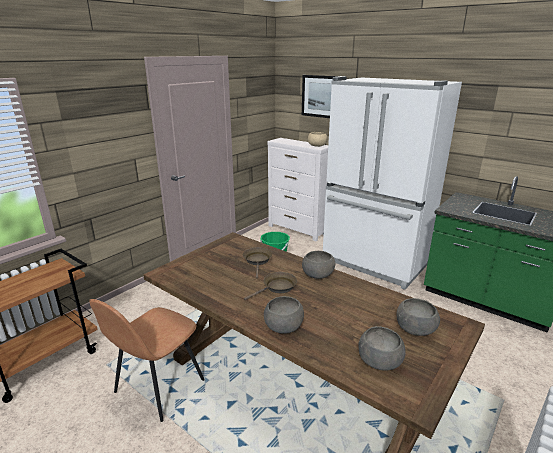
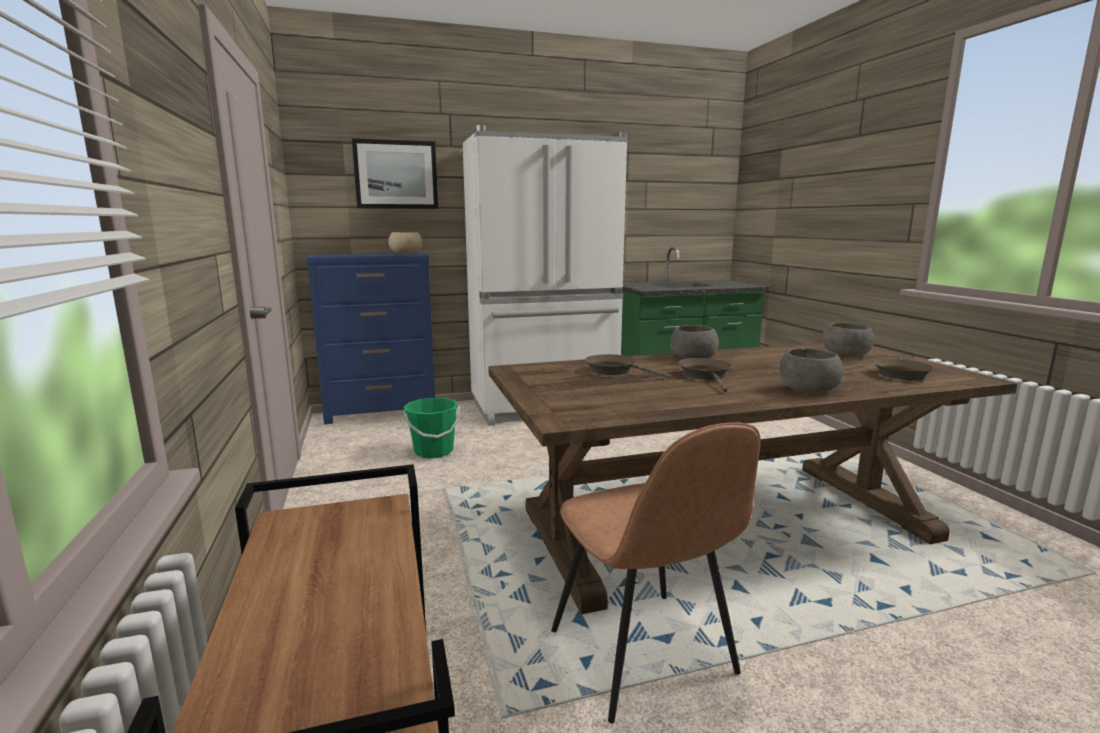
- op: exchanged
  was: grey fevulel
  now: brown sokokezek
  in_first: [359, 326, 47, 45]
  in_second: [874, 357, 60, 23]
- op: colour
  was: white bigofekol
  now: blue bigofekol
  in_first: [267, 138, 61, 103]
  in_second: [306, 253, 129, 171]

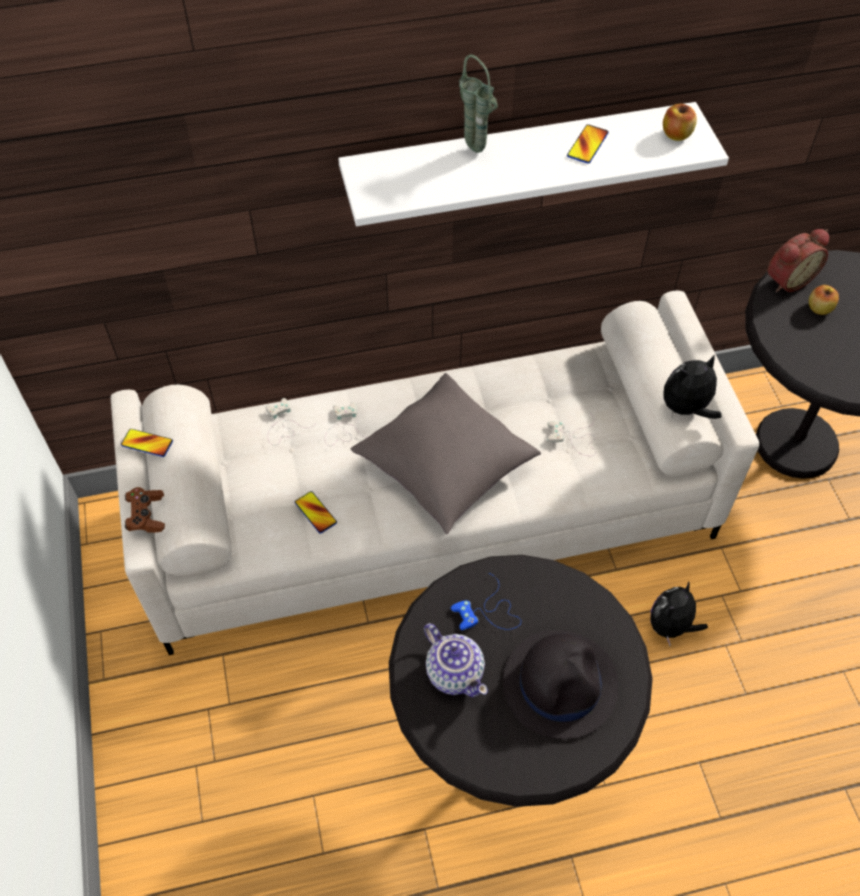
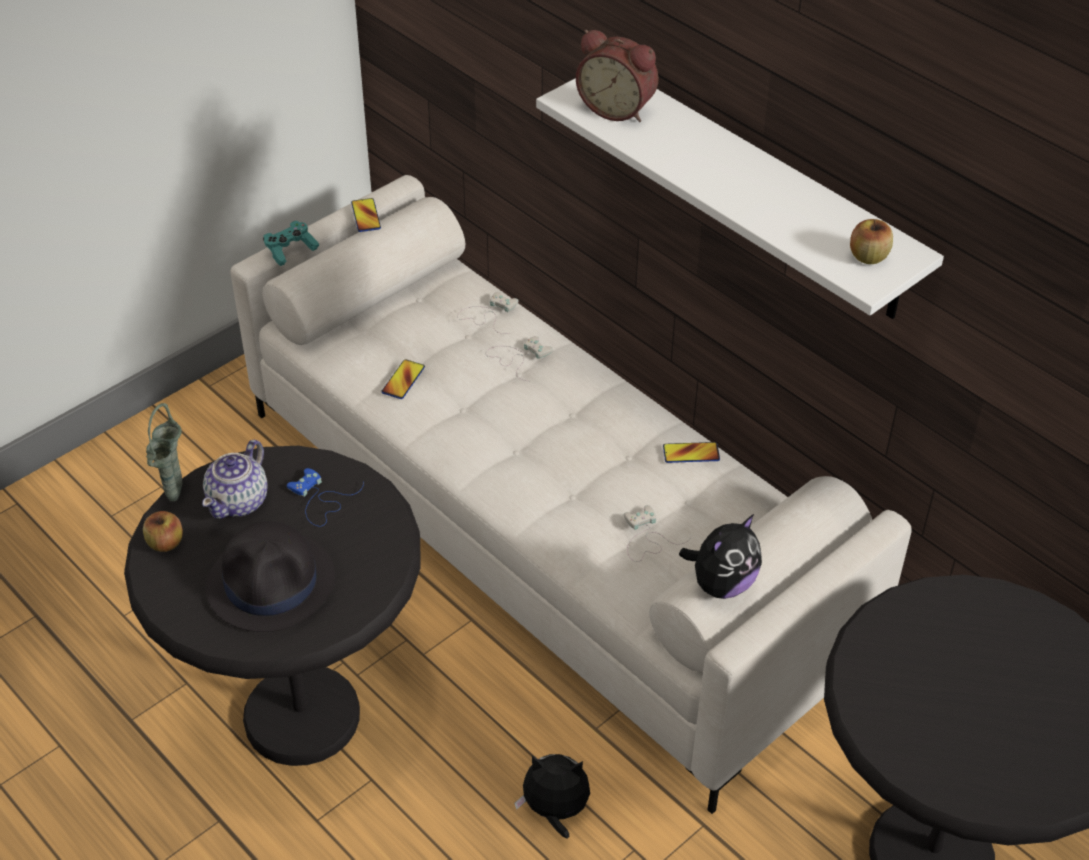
- op: missing
  was: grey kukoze
  in_first: [350, 373, 191, 161]
- op: relocated
  was: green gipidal
  in_first: [458, 54, 40, 99]
  in_second: [146, 403, 36, 98]
- op: relocated
  was: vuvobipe
  in_first: [567, 124, 42, 39]
  in_second: [663, 442, 57, 21]
- op: relocated
  was: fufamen
  in_first: [767, 229, 62, 63]
  in_second: [576, 30, 83, 92]
- op: relocated
  was: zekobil
  in_first: [809, 285, 30, 30]
  in_second: [143, 511, 40, 41]
- op: colour
  was: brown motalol
  now: turquoise motalol
  in_first: [125, 487, 40, 46]
  in_second: [263, 221, 56, 45]
- op: spun
  was: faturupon
  in_first: [664, 354, 58, 65]
  in_second: [679, 514, 83, 85]
  clockwise: 105

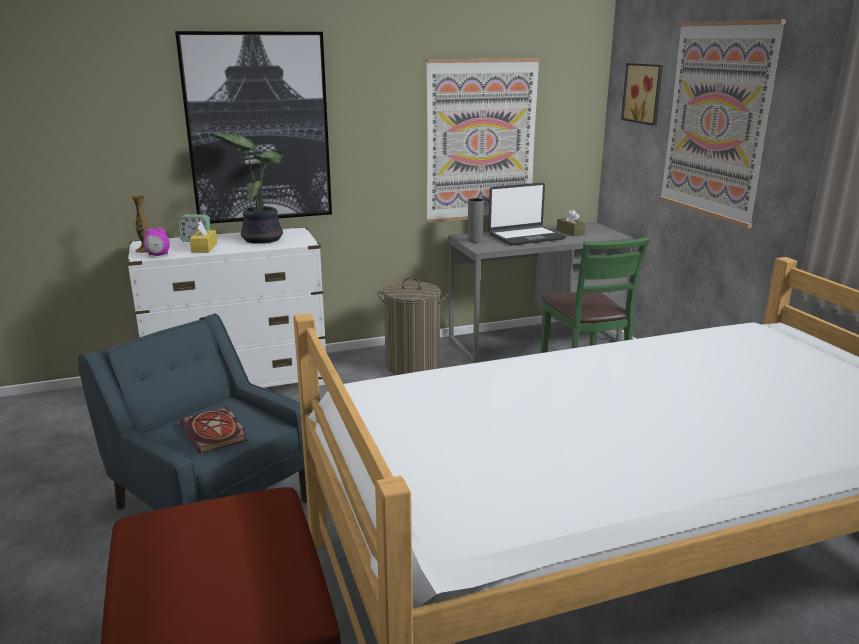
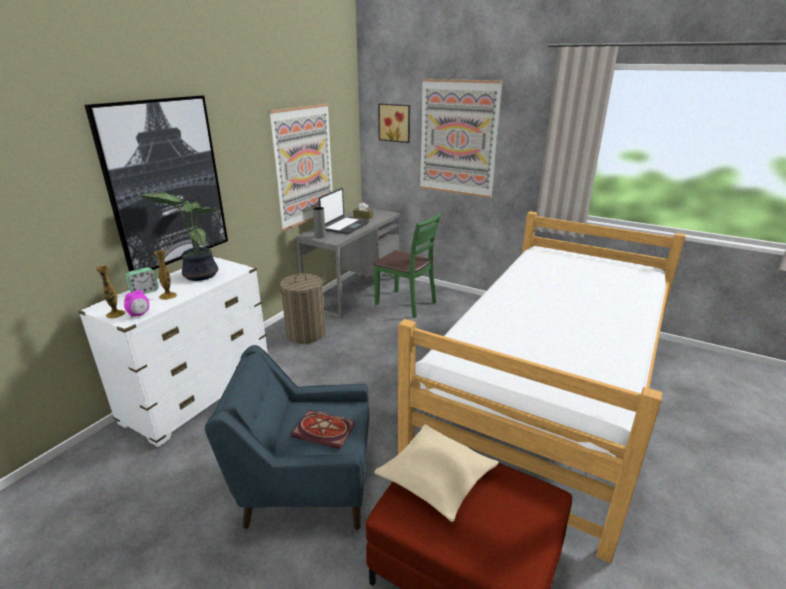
- op: appeared
  now: beige kukoze
  in_second: [374, 424, 125, 98]
- op: exchanged
  was: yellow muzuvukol
  now: gipidal
  in_first: [190, 221, 27, 32]
  in_second: [154, 250, 23, 50]

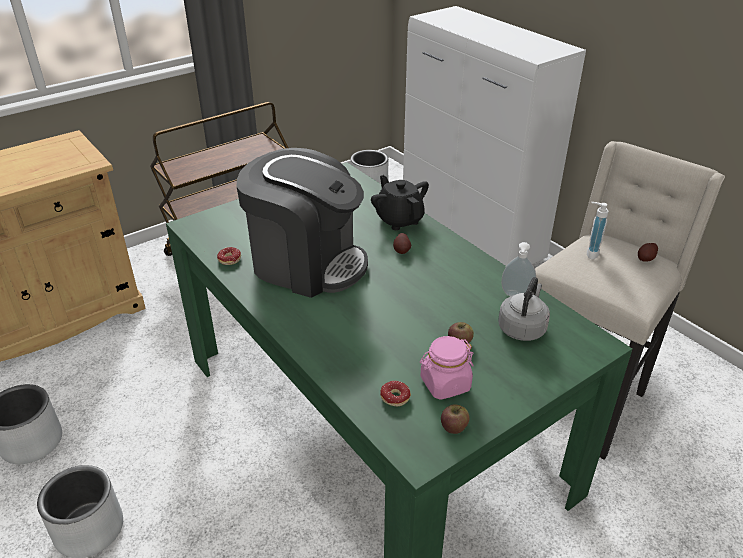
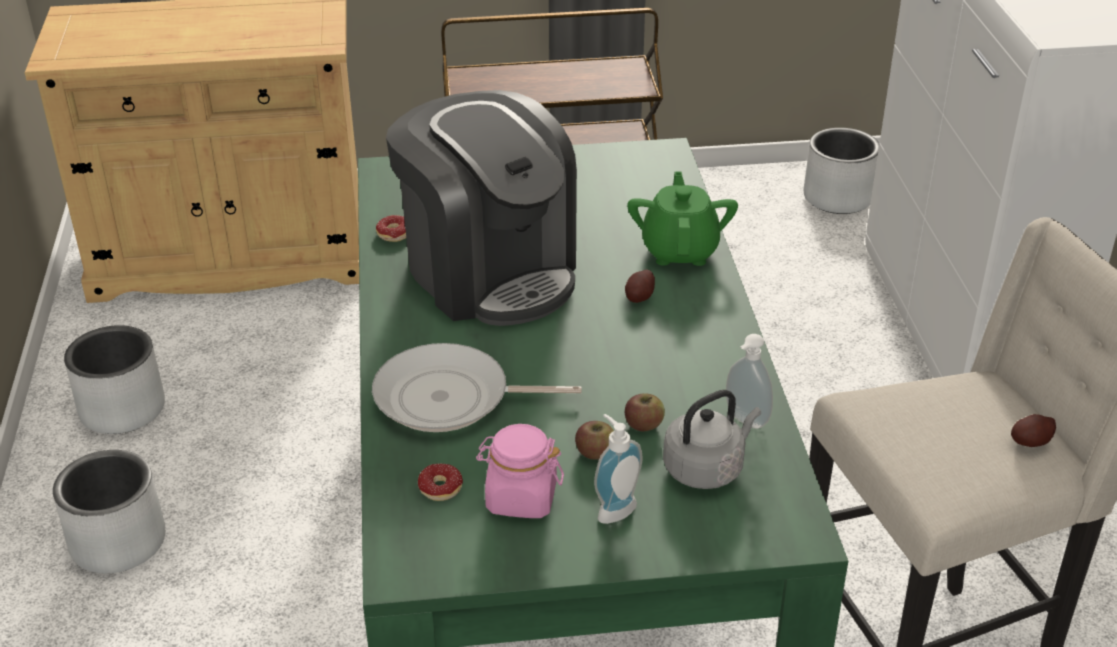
- op: appeared
  now: sokokezek
  in_second: [372, 343, 210, 89]
- op: relocated
  was: zekobil
  in_first: [441, 404, 29, 30]
  in_second: [625, 393, 40, 38]
- op: relocated
  was: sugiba
  in_first: [587, 202, 21, 57]
  in_second: [594, 414, 49, 110]
- op: colour
  was: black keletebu
  now: green keletebu
  in_first: [371, 175, 58, 55]
  in_second: [627, 172, 111, 94]

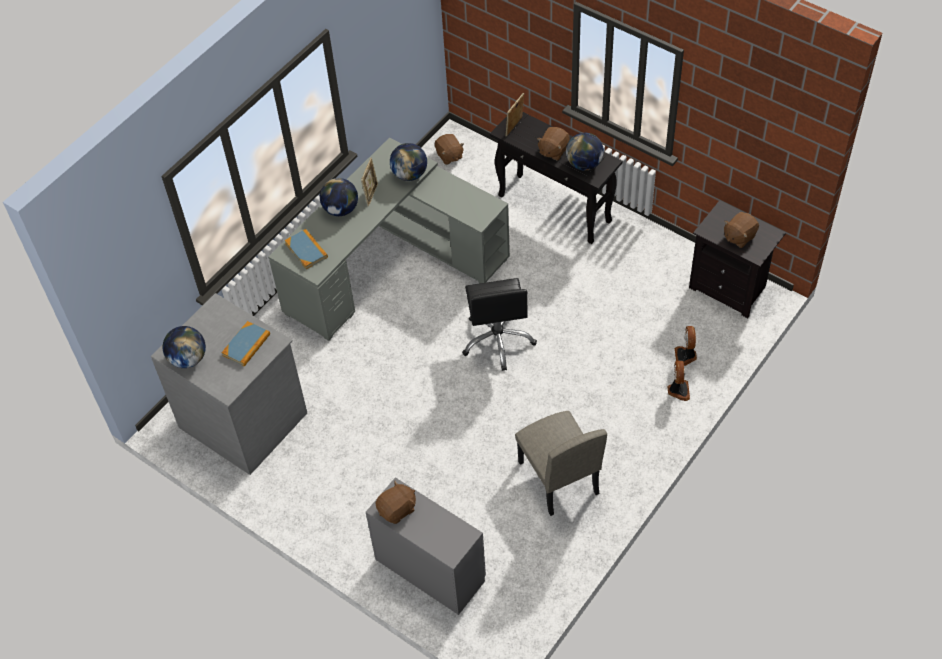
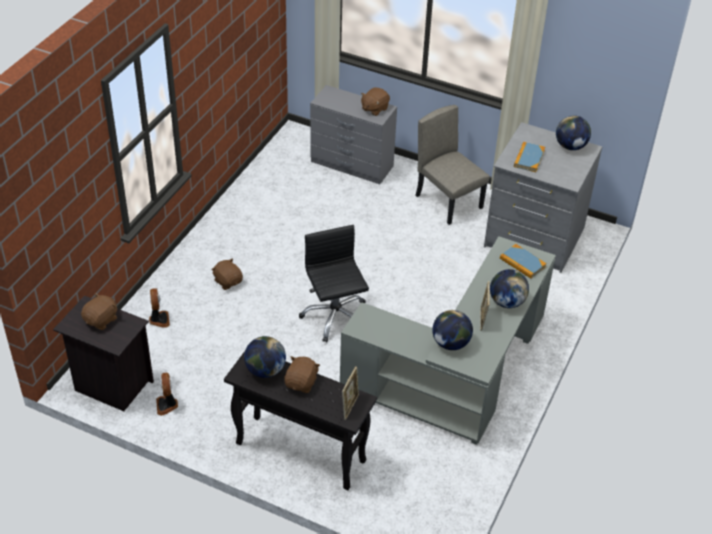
- op: relocated
  was: brown faturupon
  in_first: [435, 134, 29, 31]
  in_second: [211, 258, 32, 32]
- op: relocated
  was: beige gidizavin
  in_first: [515, 411, 92, 105]
  in_second: [415, 105, 75, 120]
- op: relocated
  was: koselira
  in_first: [667, 361, 23, 40]
  in_second: [156, 373, 22, 43]

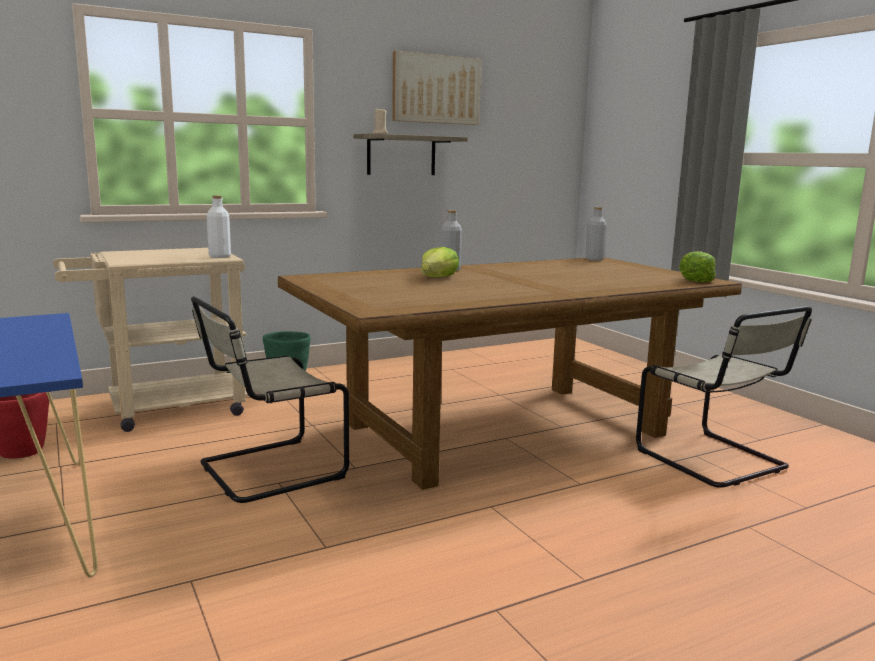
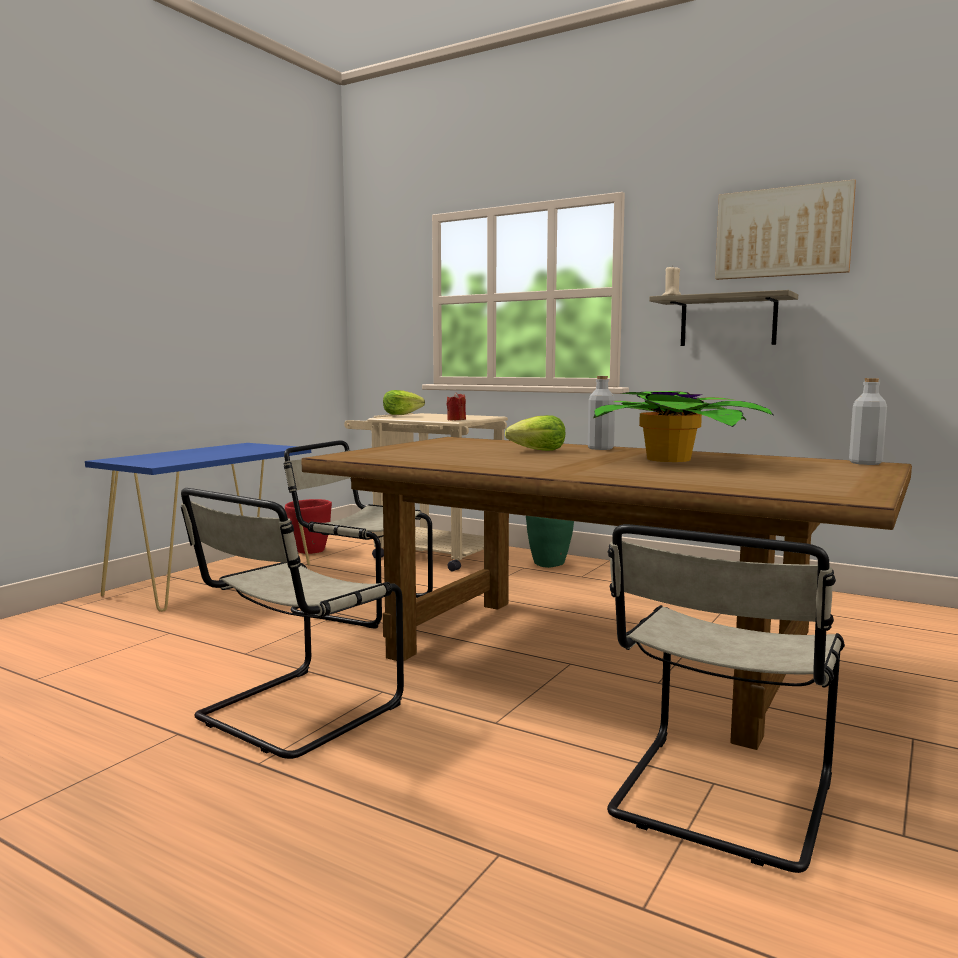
- op: appeared
  now: beige gidizavin
  in_second: [181, 488, 223, 271]
- op: appeared
  now: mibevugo
  in_second: [593, 391, 180, 71]
- op: relocated
  was: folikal
  in_first: [679, 251, 37, 31]
  in_second: [383, 390, 42, 25]
- op: exchanged
  was: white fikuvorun
  now: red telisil
  in_first: [207, 195, 24, 63]
  in_second: [446, 392, 20, 28]

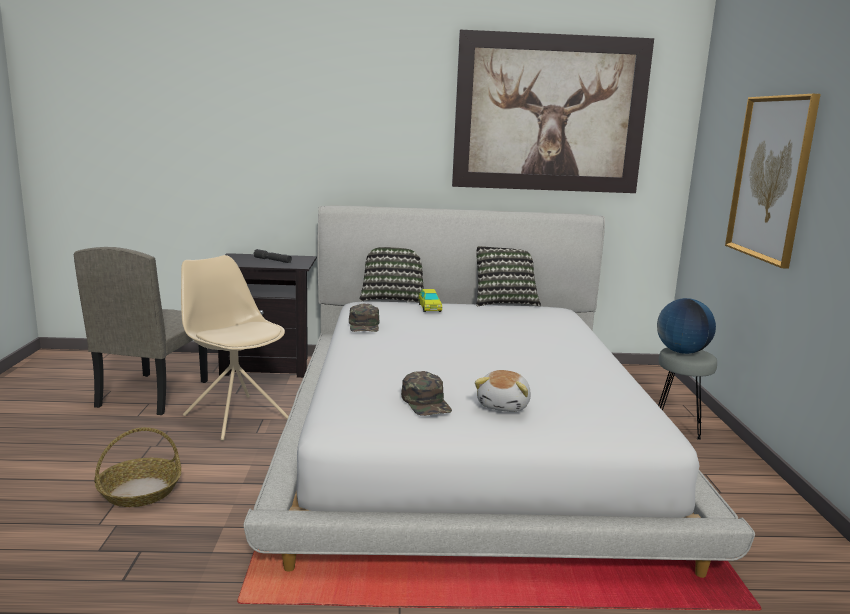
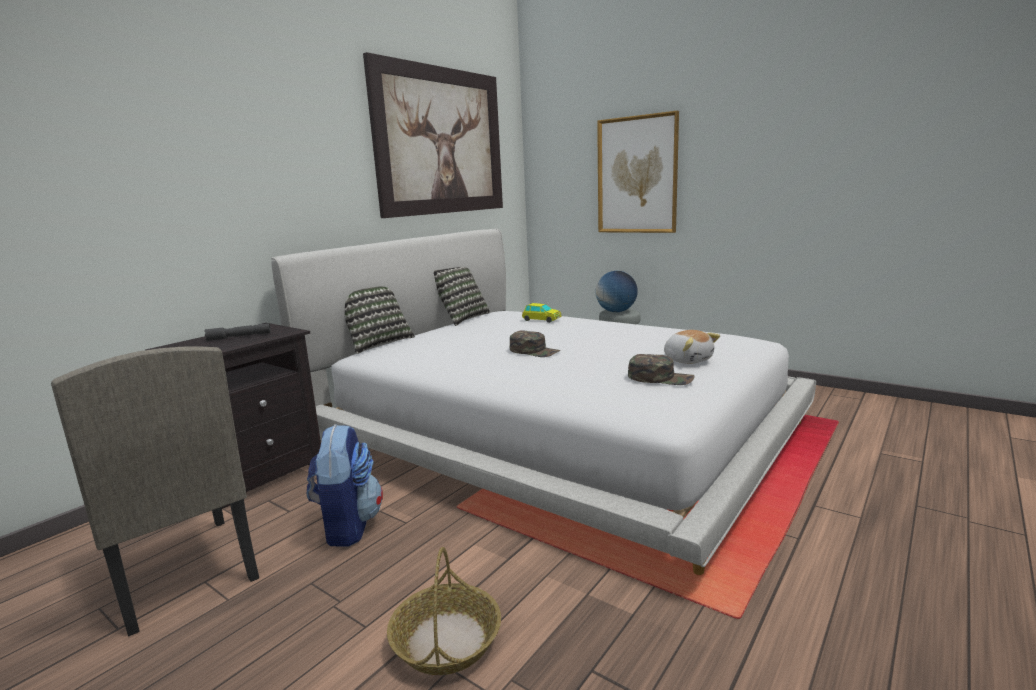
- op: relocated
  was: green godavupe
  in_first: [349, 304, 31, 28]
  in_second: [510, 330, 51, 27]
- op: relocated
  was: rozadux
  in_first: [419, 289, 23, 23]
  in_second: [522, 303, 39, 20]
- op: exchanged
  was: beige gidizavin
  now: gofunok
  in_first: [181, 255, 108, 186]
  in_second: [307, 424, 76, 123]

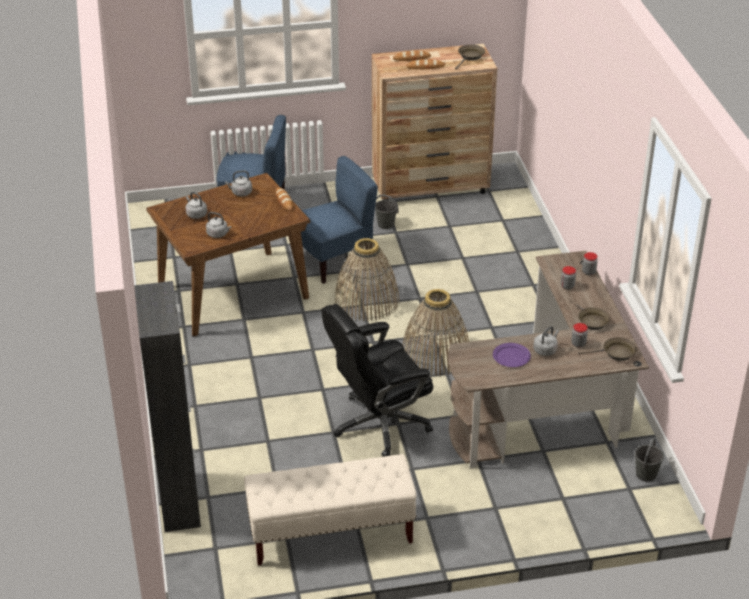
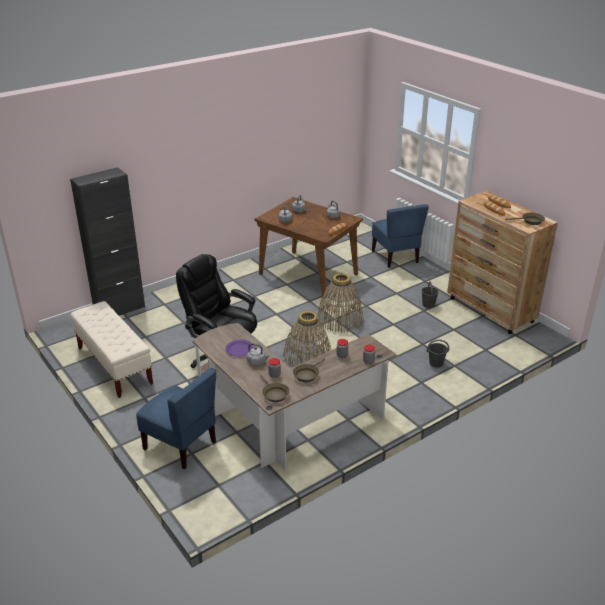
- op: relocated
  was: blue gidizavin
  in_first: [301, 156, 77, 128]
  in_second: [136, 368, 80, 101]
- op: relocated
  was: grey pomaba
  in_first: [635, 439, 29, 43]
  in_second: [427, 340, 22, 28]

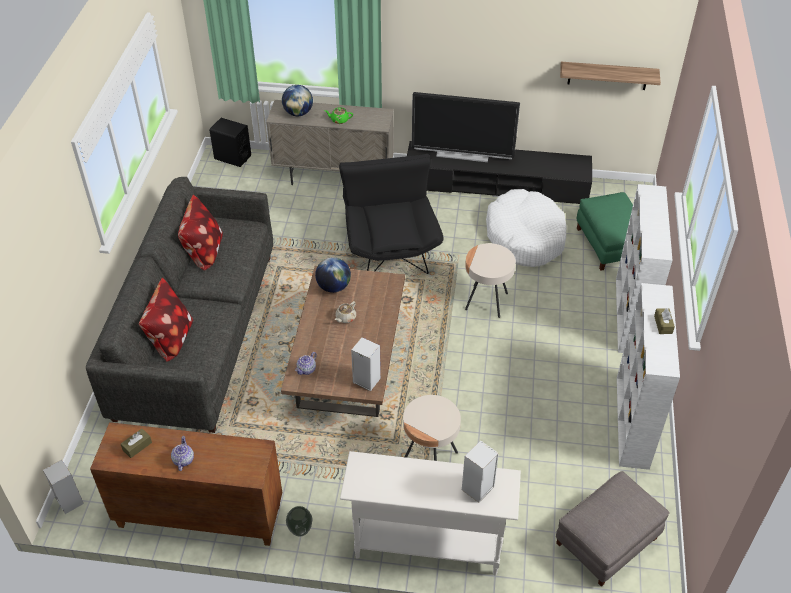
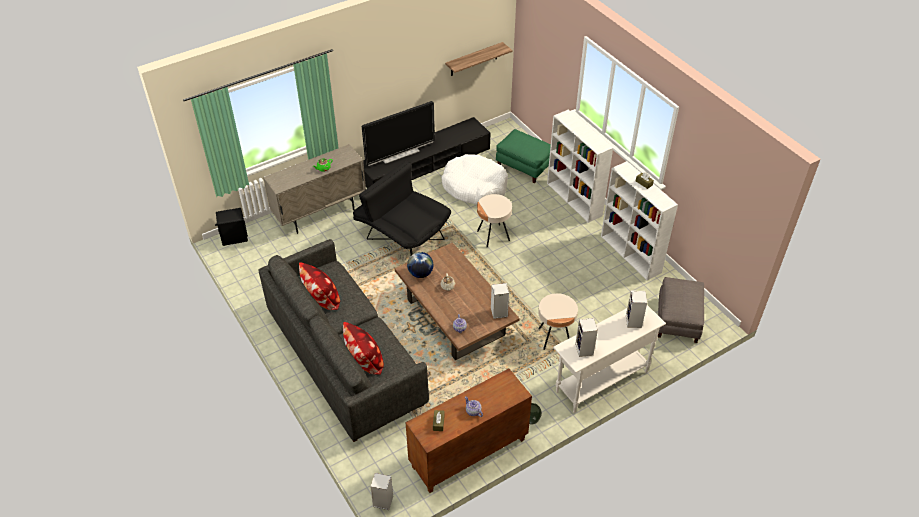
- op: missing
  was: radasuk
  in_first: [282, 85, 31, 31]
- op: appeared
  now: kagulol
  in_second: [575, 318, 23, 39]

